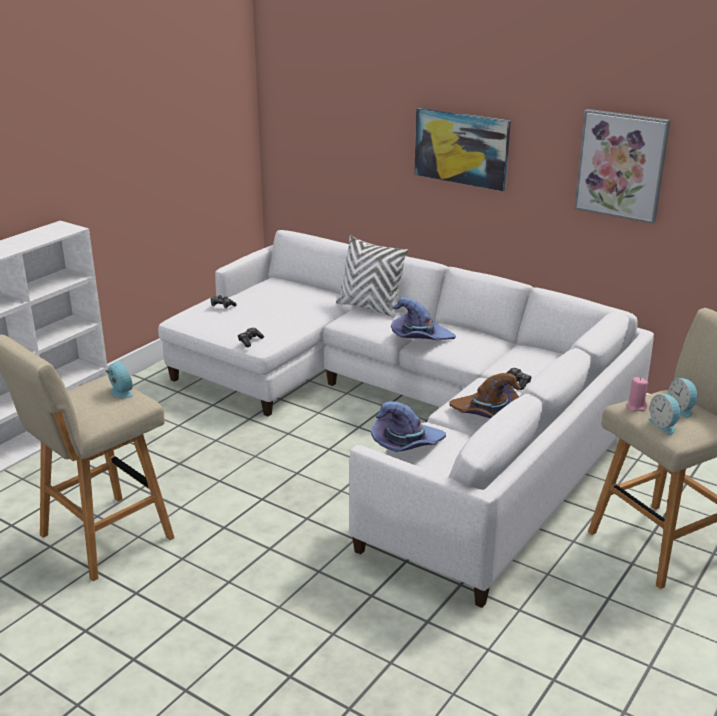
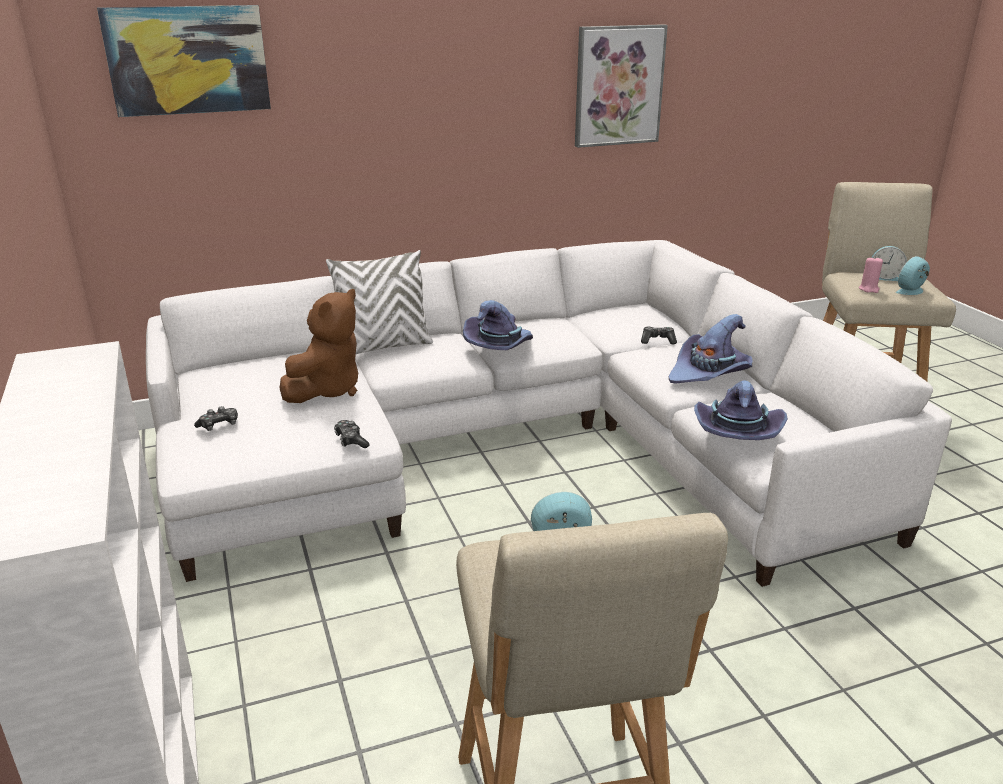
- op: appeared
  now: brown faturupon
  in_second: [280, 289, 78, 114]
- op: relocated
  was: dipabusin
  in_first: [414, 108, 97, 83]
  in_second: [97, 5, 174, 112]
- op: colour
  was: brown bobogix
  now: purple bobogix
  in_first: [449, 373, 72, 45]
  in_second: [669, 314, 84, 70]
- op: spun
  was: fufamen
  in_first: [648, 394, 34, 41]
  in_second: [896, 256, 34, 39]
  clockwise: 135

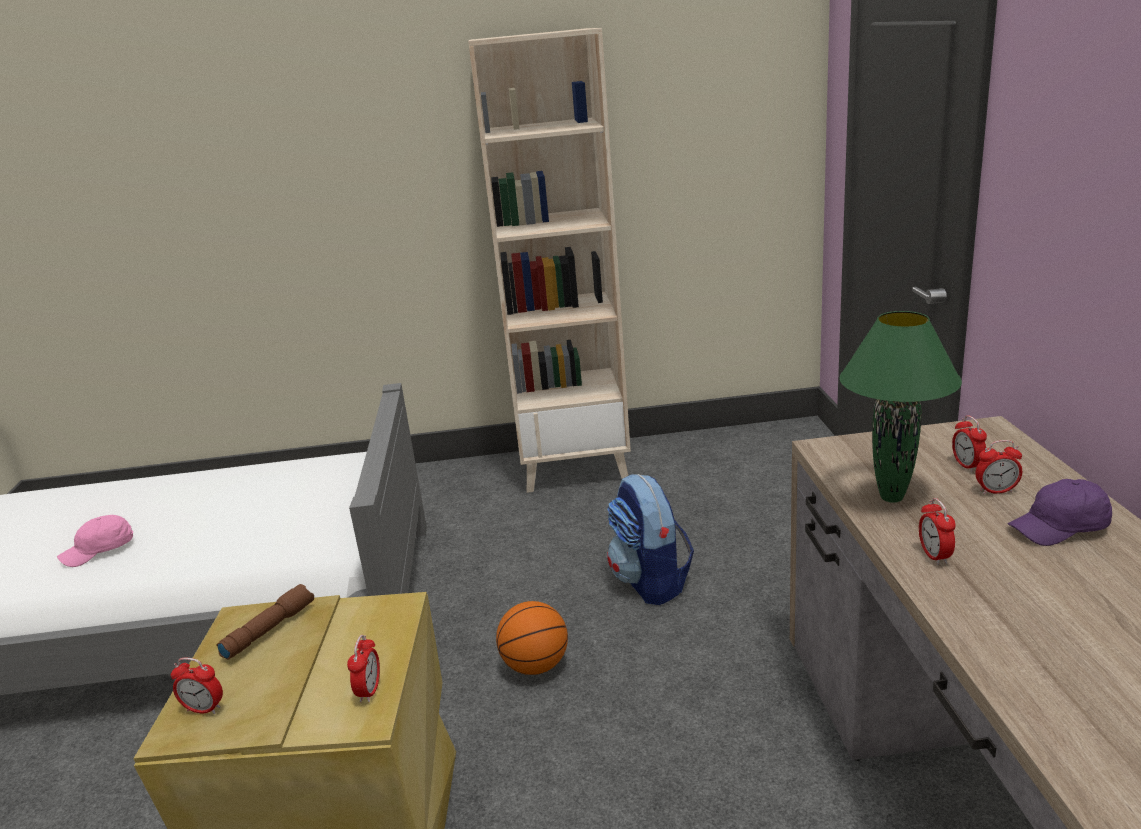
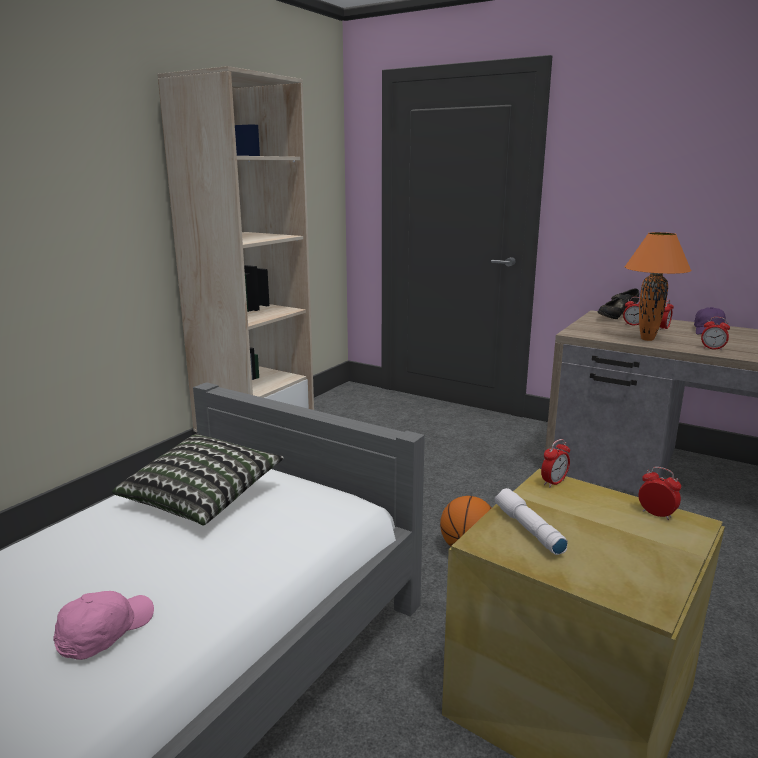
- op: missing
  was: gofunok
  in_first: [607, 474, 87, 131]
- op: appeared
  now: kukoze
  in_second: [112, 433, 171, 92]
- op: appeared
  now: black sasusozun
  in_second: [598, 289, 41, 30]
- op: relocated
  was: fufamen
  in_first: [171, 658, 52, 56]
  in_second: [541, 439, 29, 48]
- op: colour
  was: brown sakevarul
  now: white sakevarul
  in_first: [216, 584, 98, 76]
  in_second: [495, 488, 73, 67]
- op: colour
  was: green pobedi
  now: orange pobedi
  in_first: [839, 311, 123, 192]
  in_second: [624, 232, 67, 109]
- op: spun
  was: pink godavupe
  in_first: [57, 515, 76, 52]
  in_second: [53, 591, 101, 69]
  clockwise: -150

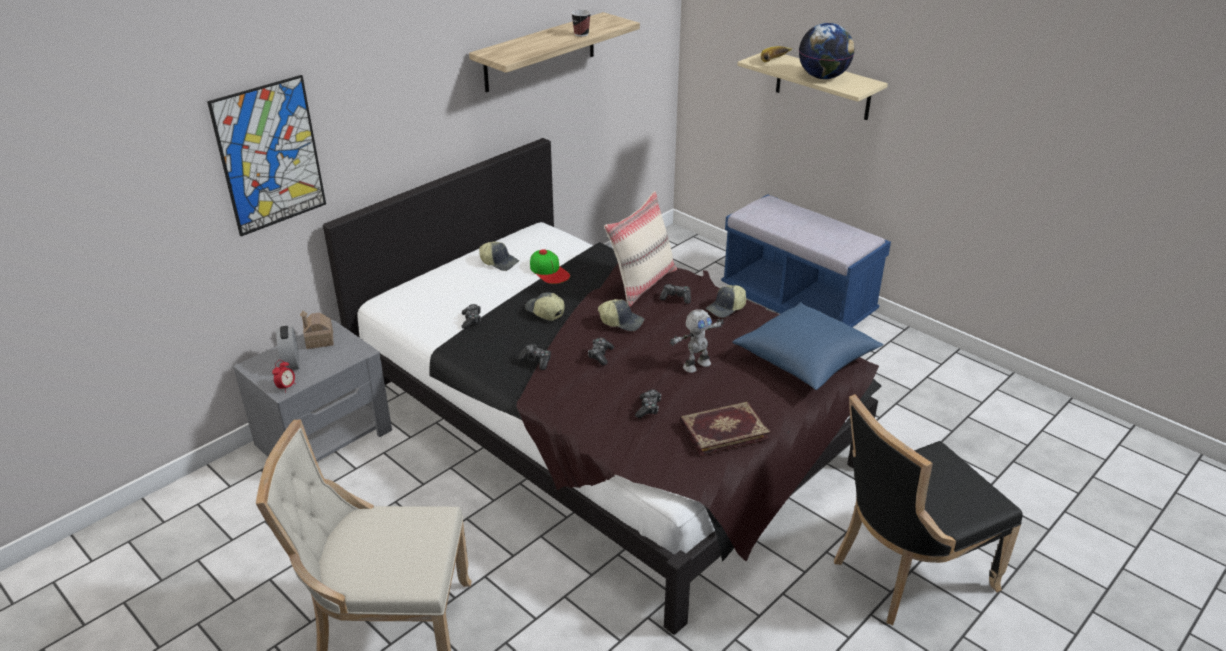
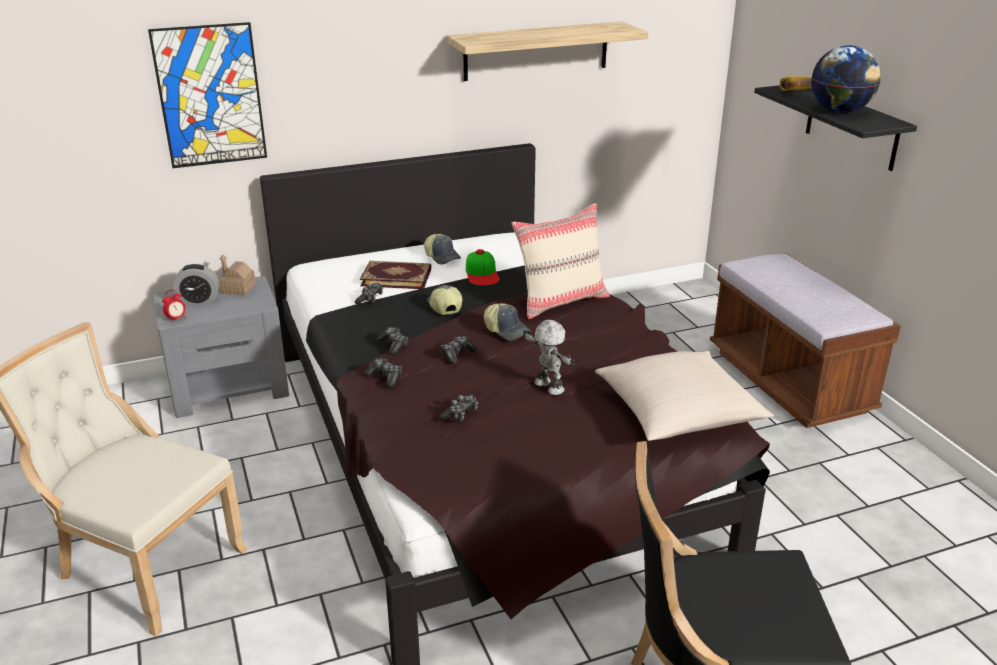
- op: missing
  was: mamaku
  in_first: [571, 10, 20, 27]
- op: missing
  was: godavupe
  in_first: [705, 285, 41, 33]
- op: relocated
  was: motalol
  in_first: [660, 284, 31, 20]
  in_second: [364, 358, 38, 29]
- op: relocated
  was: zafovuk
  in_first: [680, 402, 91, 54]
  in_second: [360, 261, 71, 28]
- op: colour
  was: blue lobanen
  now: brown lobanen
  in_first: [721, 194, 170, 133]
  in_second: [710, 253, 191, 175]
- op: colour
  was: blue kukoze
  now: beige kukoze
  in_first: [732, 302, 151, 88]
  in_second: [595, 351, 179, 90]
- op: colour
  was: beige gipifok
  now: black gipifok
  in_first: [737, 53, 151, 67]
  in_second: [754, 85, 163, 86]
- op: spun
  was: fufamen
  in_first: [276, 326, 24, 44]
  in_second: [173, 264, 46, 41]
  clockwise: -105
- op: spun
  was: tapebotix
  in_first: [670, 309, 54, 64]
  in_second: [523, 320, 52, 75]
  clockwise: -120

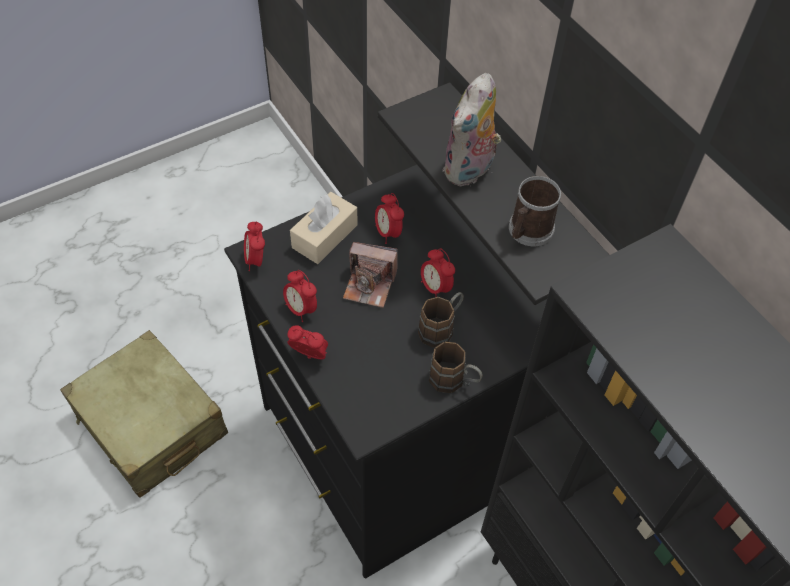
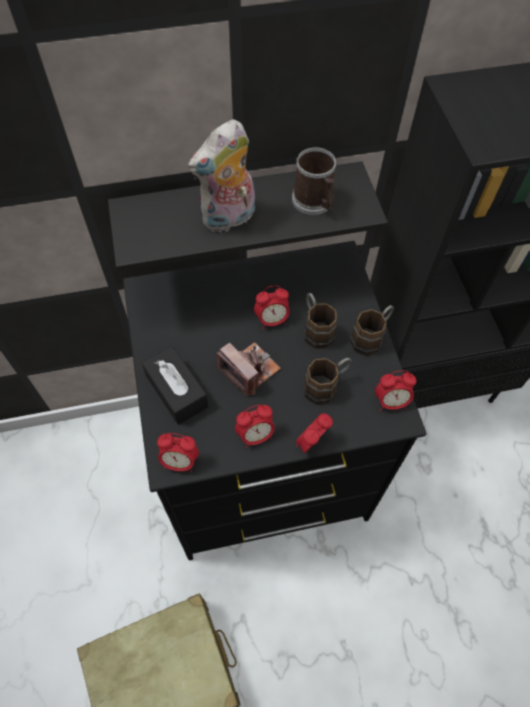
- op: appeared
  now: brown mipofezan
  in_second: [303, 358, 49, 47]
- op: relocated
  was: fufamen
  in_first: [375, 193, 29, 51]
  in_second: [375, 370, 42, 41]
- op: colour
  was: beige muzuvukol
  now: black muzuvukol
  in_first: [290, 192, 68, 72]
  in_second: [142, 346, 66, 79]
- op: spun
  was: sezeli
  in_first: [343, 242, 55, 66]
  in_second: [217, 342, 64, 54]
  clockwise: -75
- op: spun
  was: faturupon
  in_first: [443, 73, 58, 113]
  in_second: [188, 119, 67, 113]
  clockwise: 90

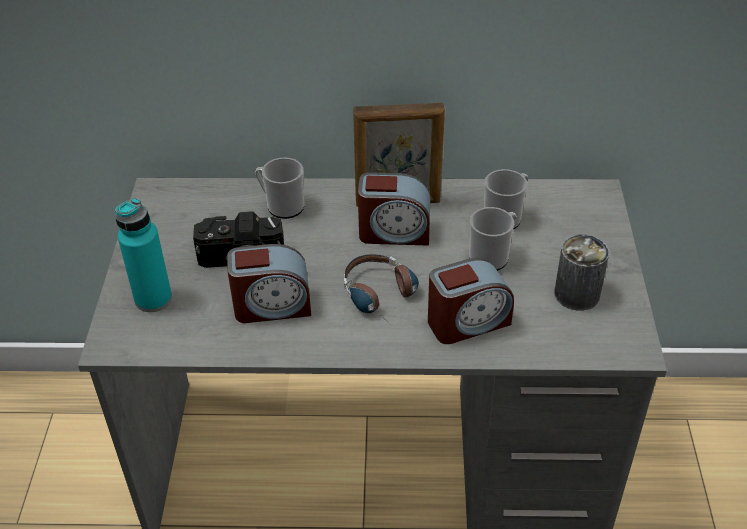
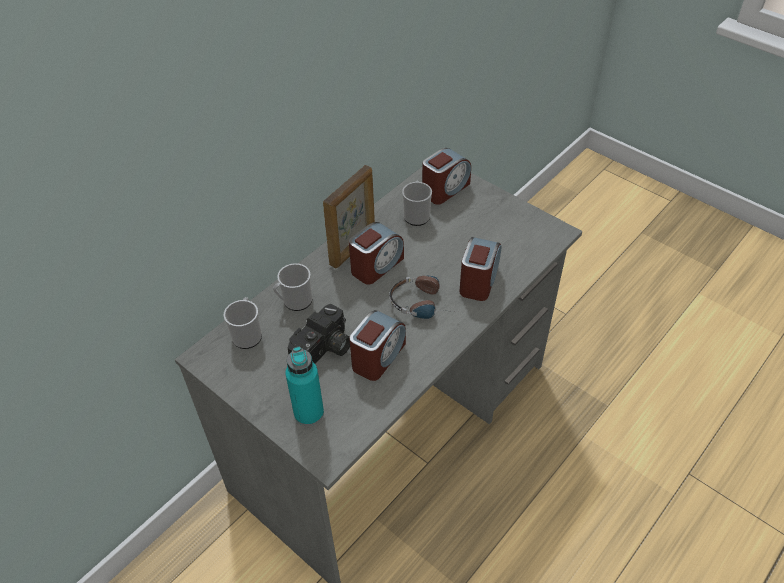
- op: missing
  was: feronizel
  in_first: [554, 234, 55, 77]
- op: appeared
  now: fufamen
  in_second: [422, 148, 49, 57]
- op: relocated
  was: mipofezan
  in_first: [469, 207, 48, 64]
  in_second: [224, 297, 38, 52]

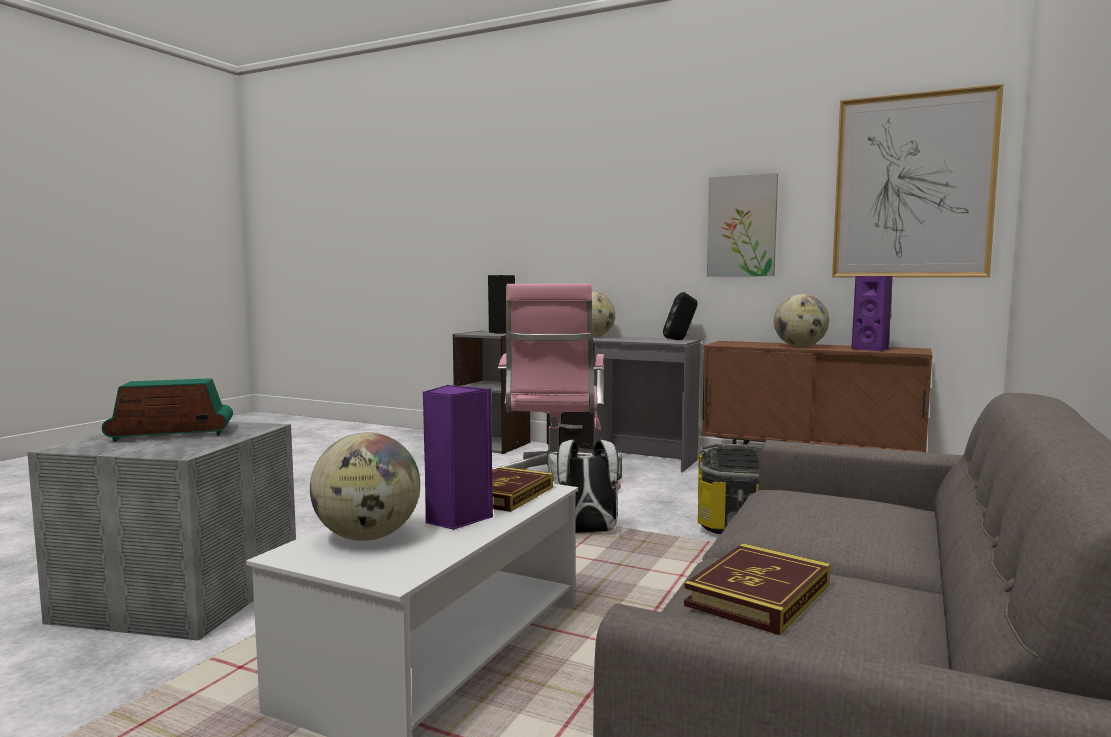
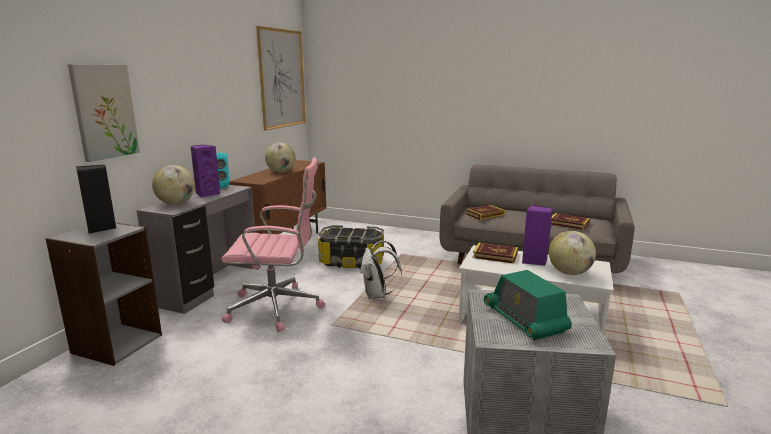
- op: appeared
  now: zafovuk
  in_second: [465, 205, 40, 15]
- op: relocated
  was: dipabusin
  in_first: [707, 173, 71, 103]
  in_second: [68, 65, 72, 97]
- op: relocated
  was: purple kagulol
  in_first: [852, 276, 41, 75]
  in_second: [190, 145, 30, 53]
- op: colour
  was: black kagulol
  now: turquoise kagulol
  in_first: [663, 292, 35, 48]
  in_second: [216, 153, 14, 35]

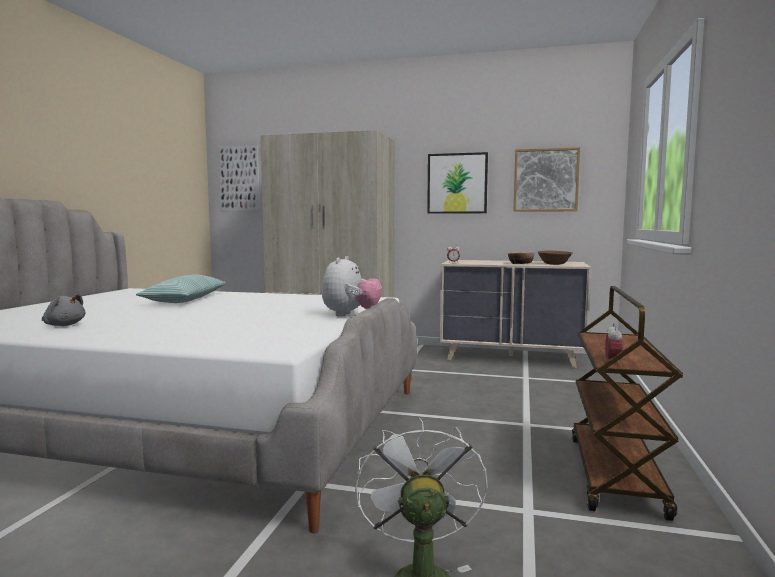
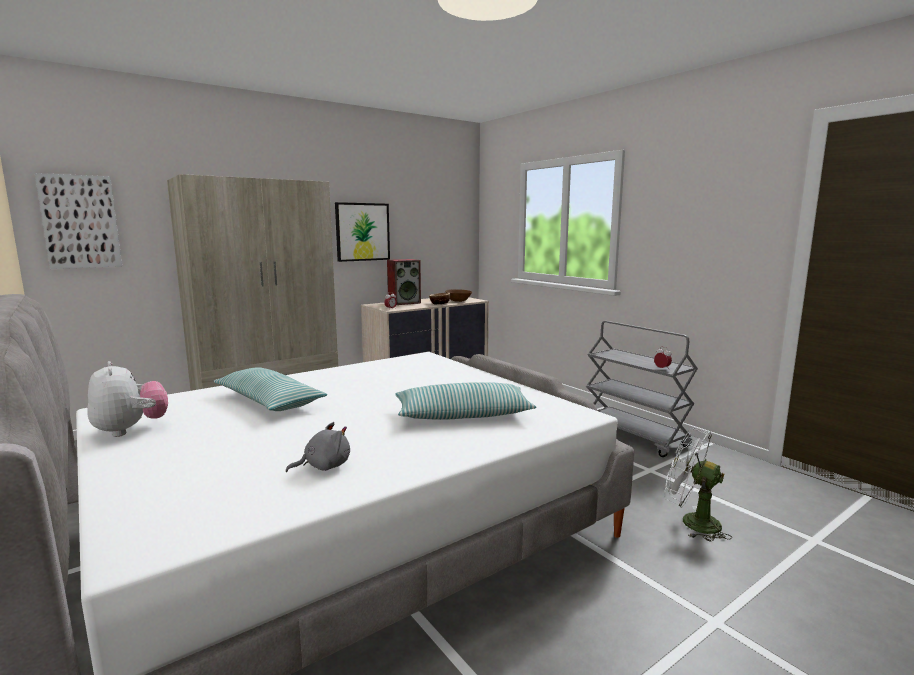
- op: missing
  was: dipabusin
  in_first: [513, 147, 67, 65]
- op: appeared
  now: kagulol
  in_second: [387, 259, 34, 46]
- op: appeared
  now: kukoze
  in_second: [395, 382, 142, 38]
- op: relocated
  was: faturupon
  in_first: [322, 256, 60, 61]
  in_second: [87, 361, 81, 76]
- op: colour
  was: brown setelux
  now: grey setelux
  in_first: [572, 286, 111, 235]
  in_second: [586, 321, 112, 136]

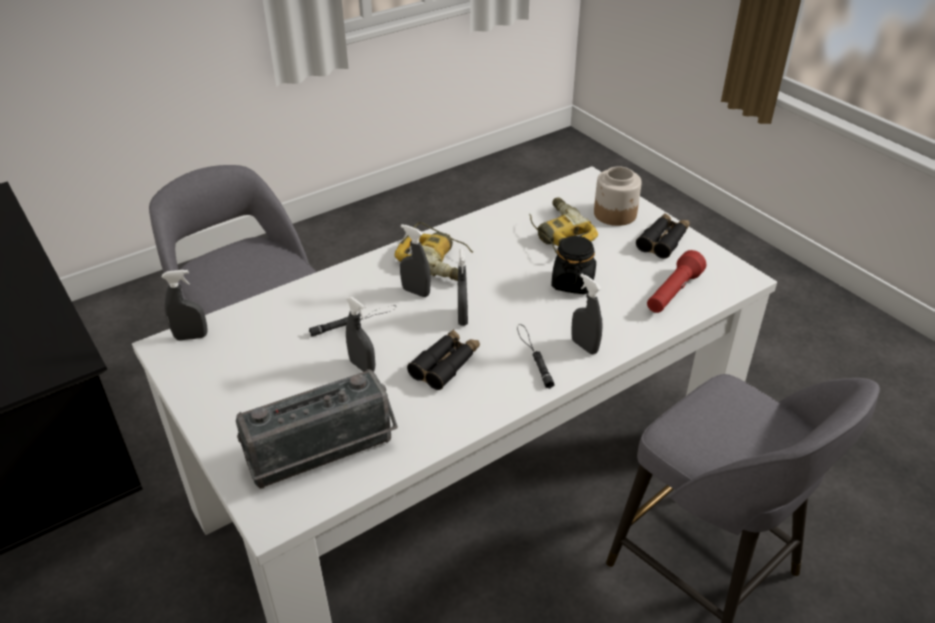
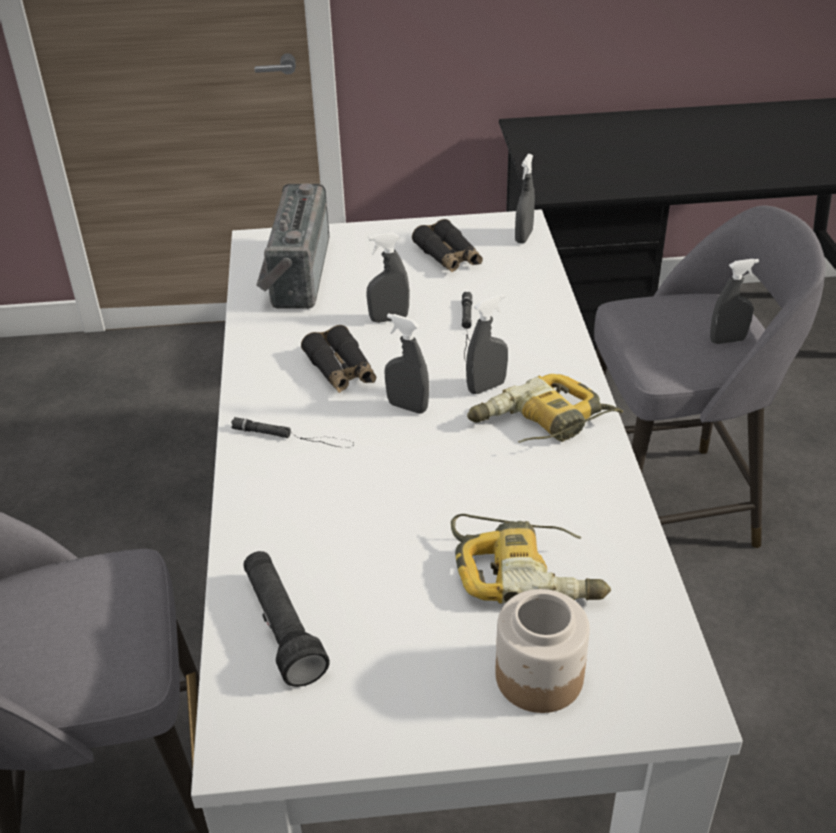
- op: missing
  was: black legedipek
  in_first: [551, 235, 45, 59]
- op: relocated
  was: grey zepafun
  in_first: [571, 274, 31, 80]
  in_second: [710, 259, 49, 85]
- op: relocated
  was: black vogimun
  in_first: [636, 213, 54, 46]
  in_second: [412, 219, 71, 54]
- op: colour
  was: red sakevarul
  now: black sakevarul
  in_first: [647, 250, 59, 63]
  in_second: [243, 551, 87, 136]

